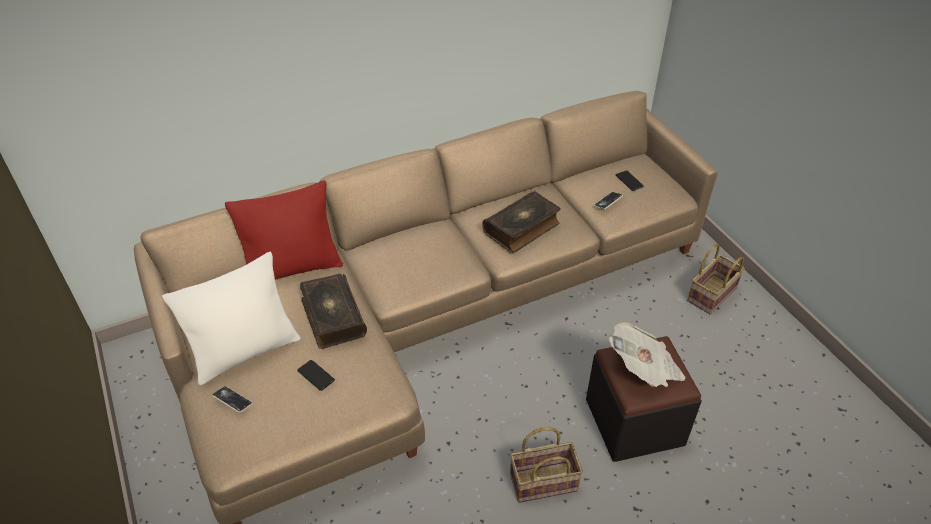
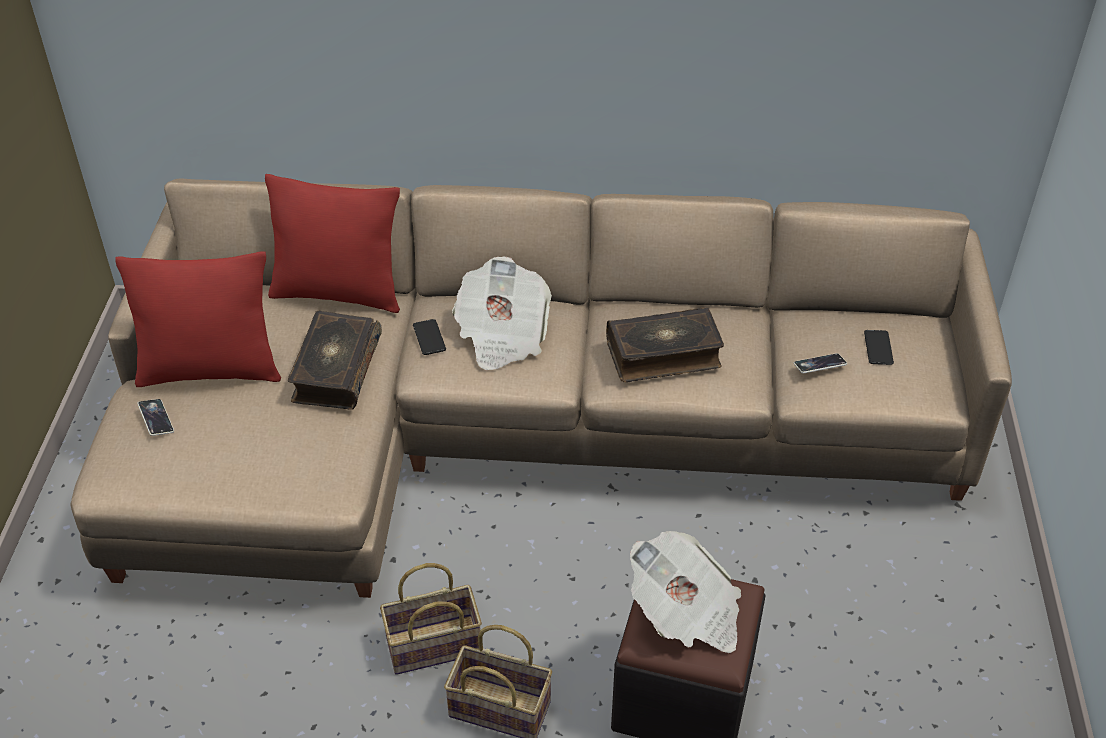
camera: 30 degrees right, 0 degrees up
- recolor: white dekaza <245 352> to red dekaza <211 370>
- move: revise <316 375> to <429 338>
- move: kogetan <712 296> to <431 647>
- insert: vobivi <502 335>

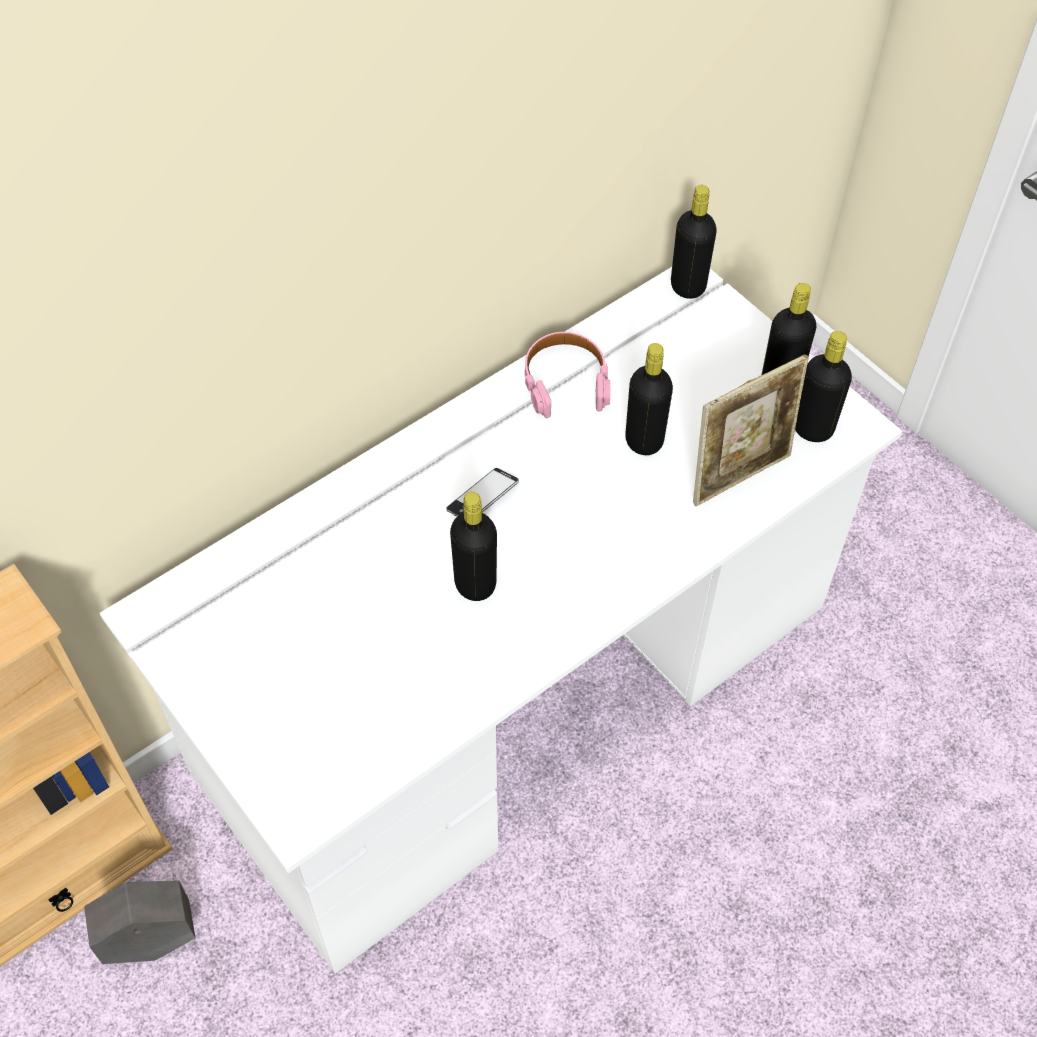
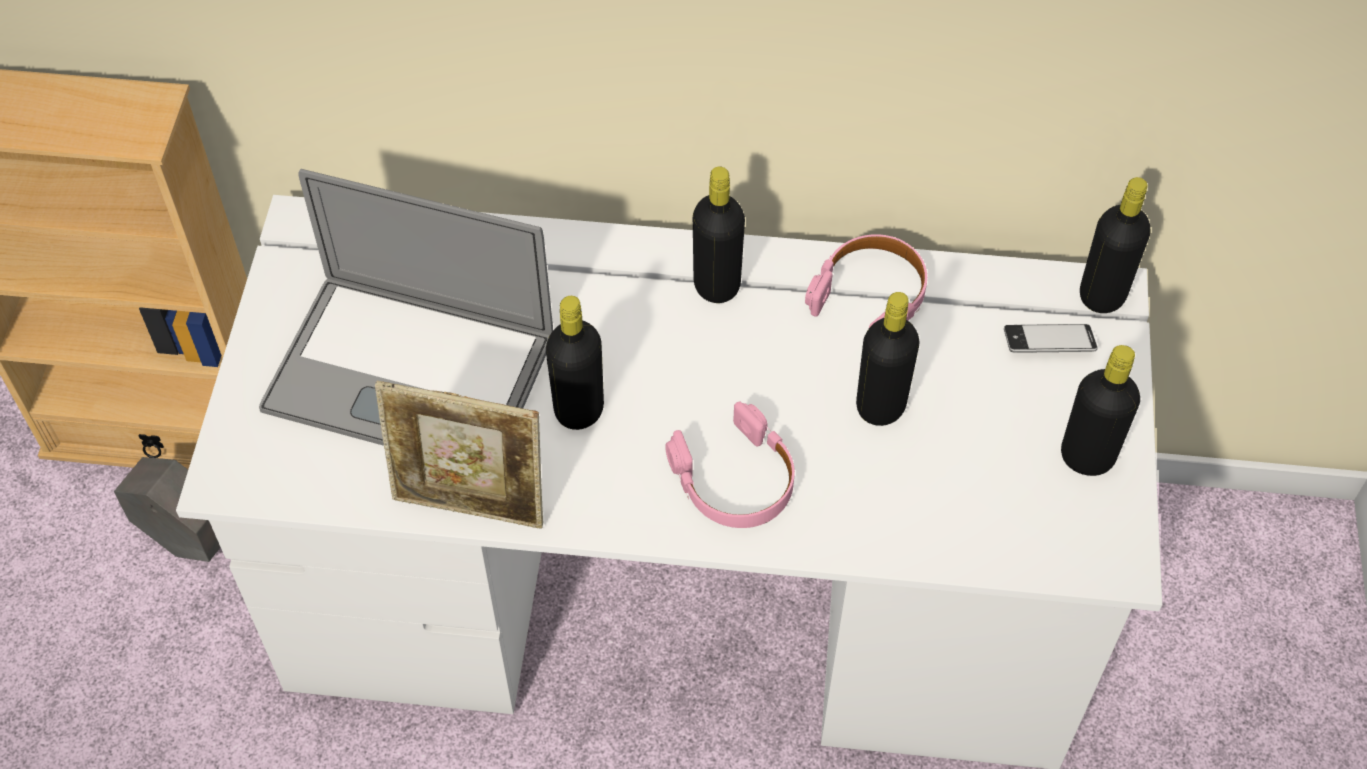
camera: 45 degrees right, 0 degrees up
- move: revise <482 499> to <1048 343>
- move: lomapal <740 475> to <471 506>
- move: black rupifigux <813 428> to <717 285>
- insert: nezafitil <409 373>
- insert: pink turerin <735 480>

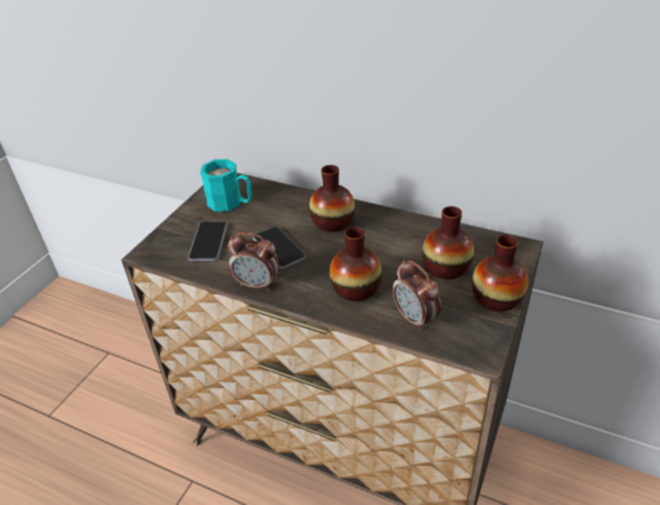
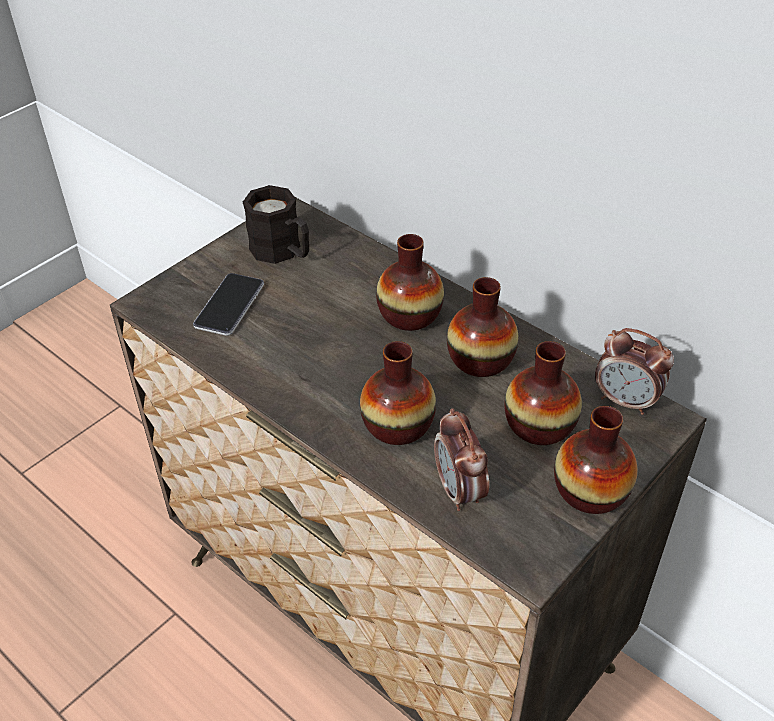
camera: 15 degrees right, 5 degrees up
- recolor: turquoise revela <231 203> to black revela <283 252>
- move: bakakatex <257 284> to <626 401>
- delete: revise <278 248>
- insert: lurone <480 360>

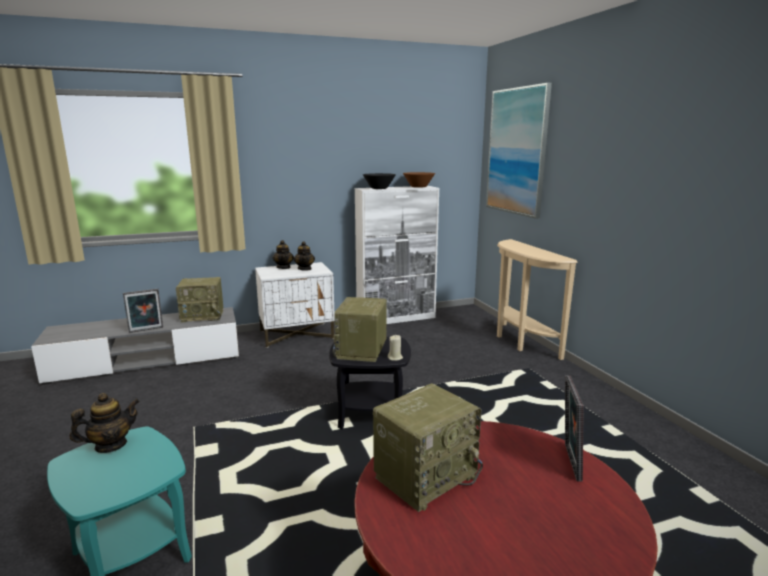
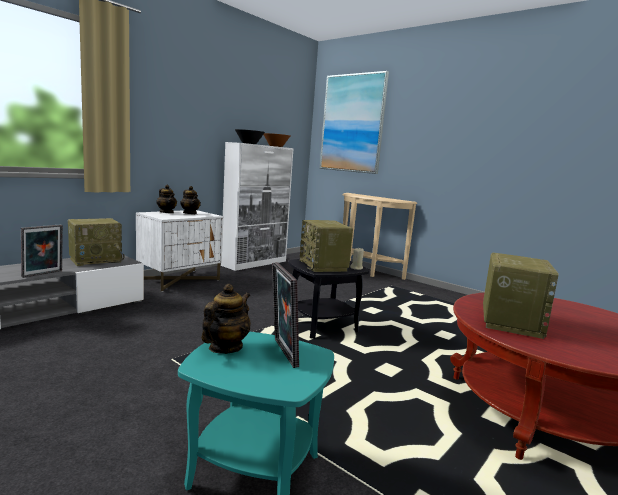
camera: 30 degrees left, 5 degrees down
- move: lomapal <569 462> to <282 353>

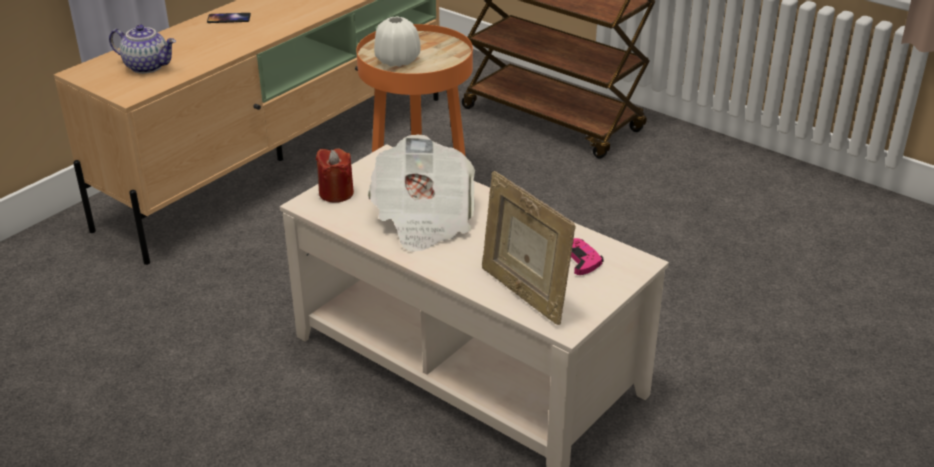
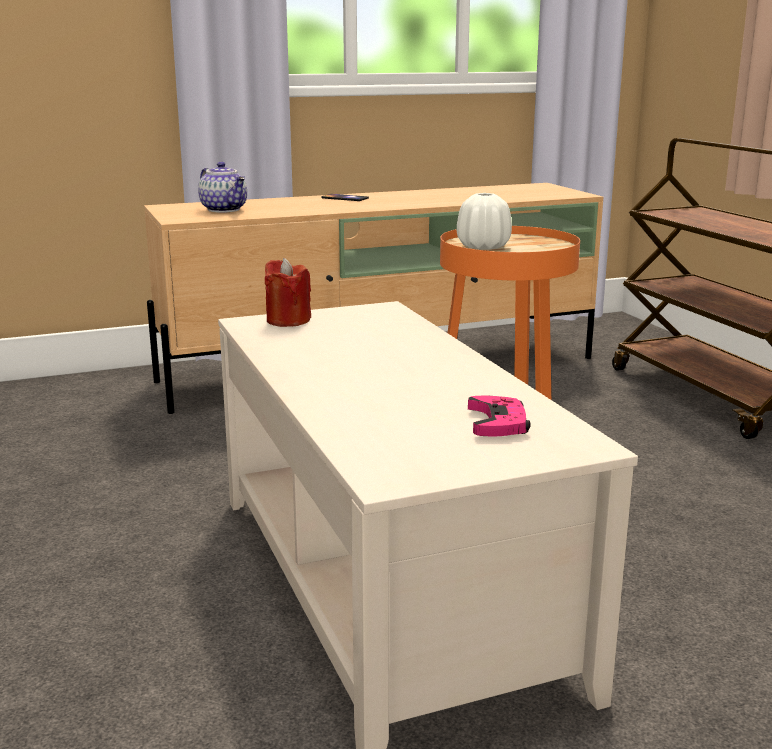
camera: 30 degrees right, 15 degrees down
- delete: vobivi <423 219>
- delete: lomapal <524 293>

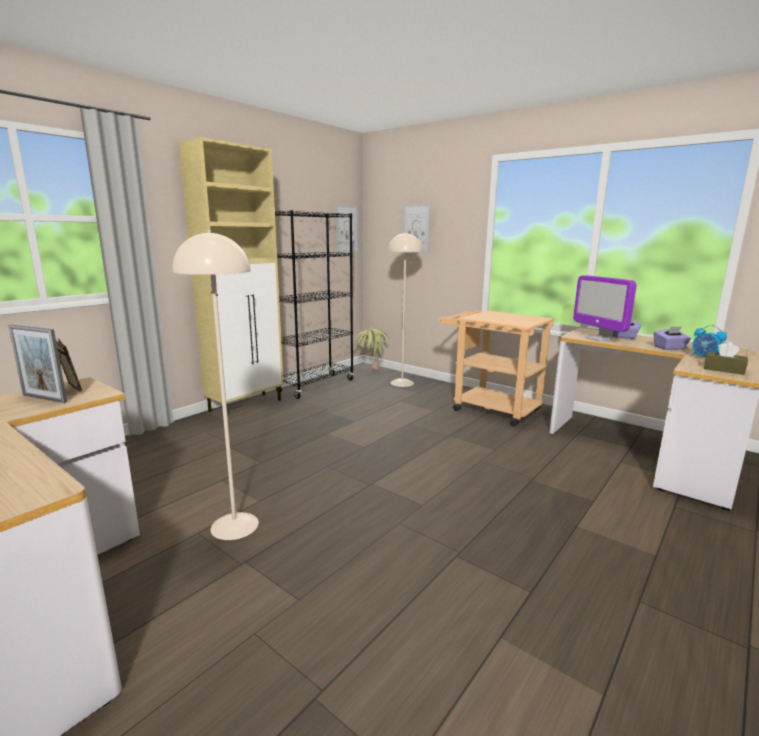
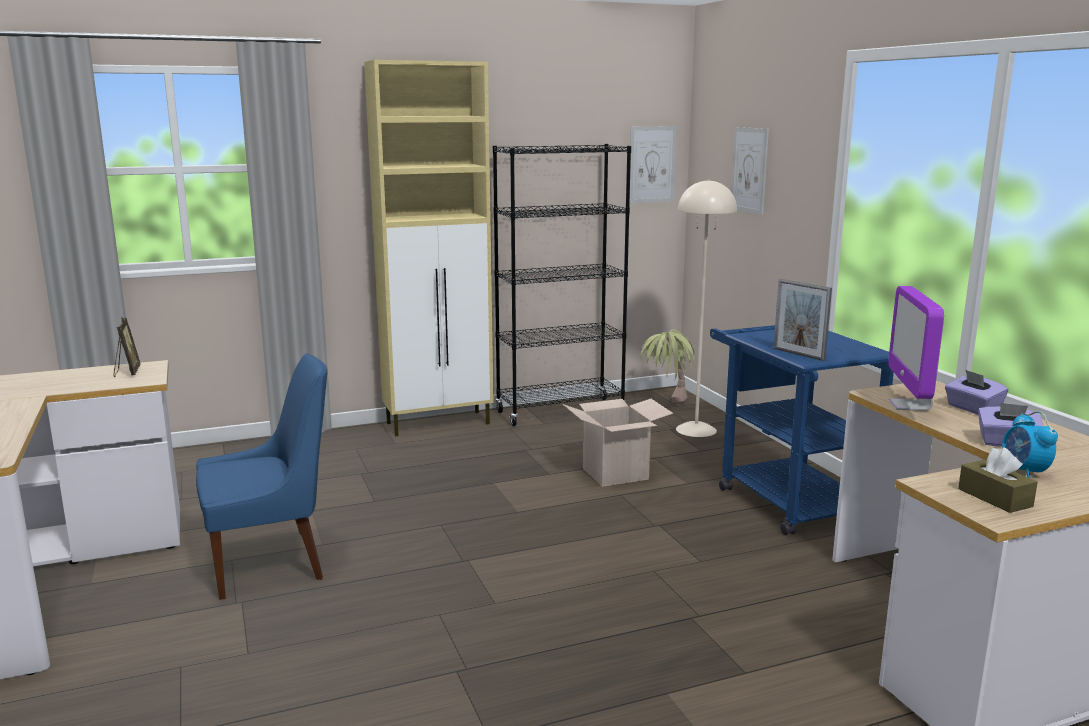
camera: 30 degrees right, 0 degrees up
- move: lomapal <44 398> to <798 354>
- replace: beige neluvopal <235 525> to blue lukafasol <272 563>
- recolor: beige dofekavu <489 408> to blue dofekavu <785 498>
- insert: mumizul <615 474>

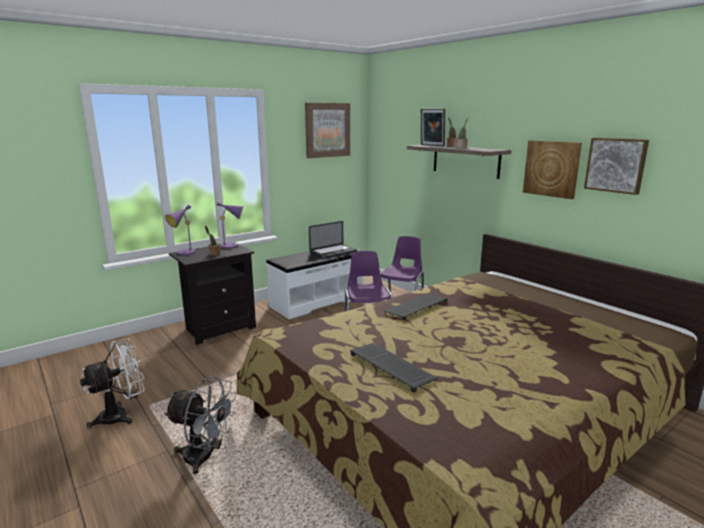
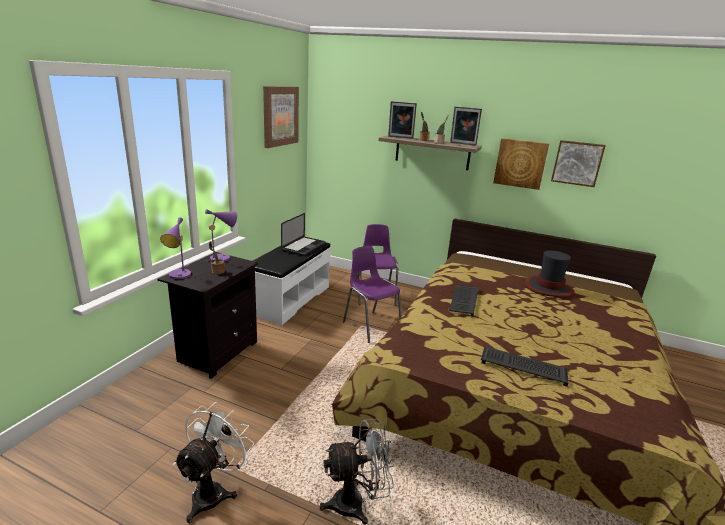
camera: 30 degrees left, 5 degrees up
- insert: lomapal <463 144>
- insert: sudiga <548 288>

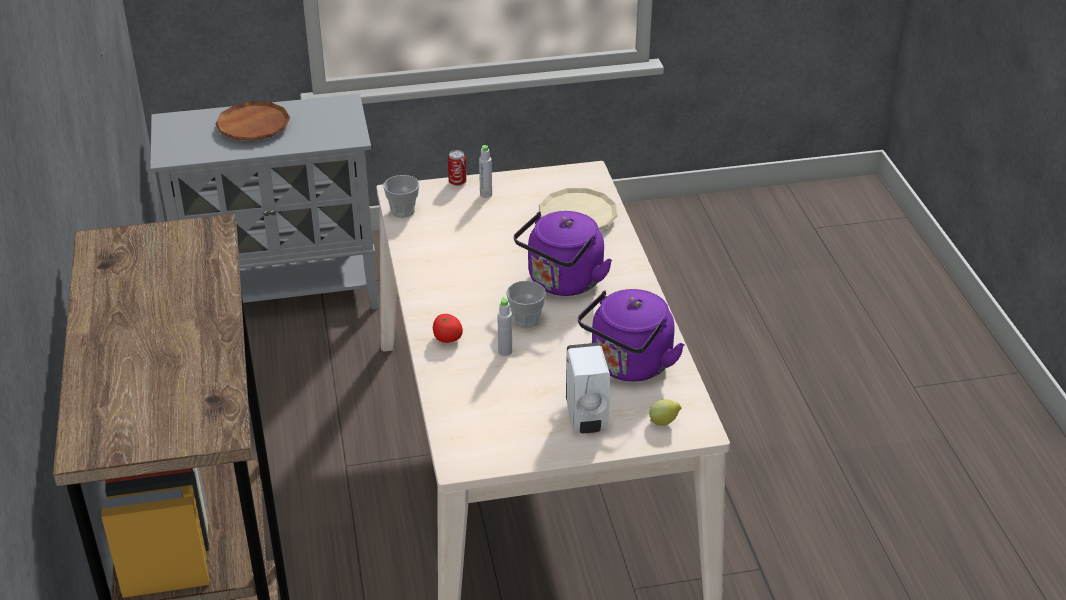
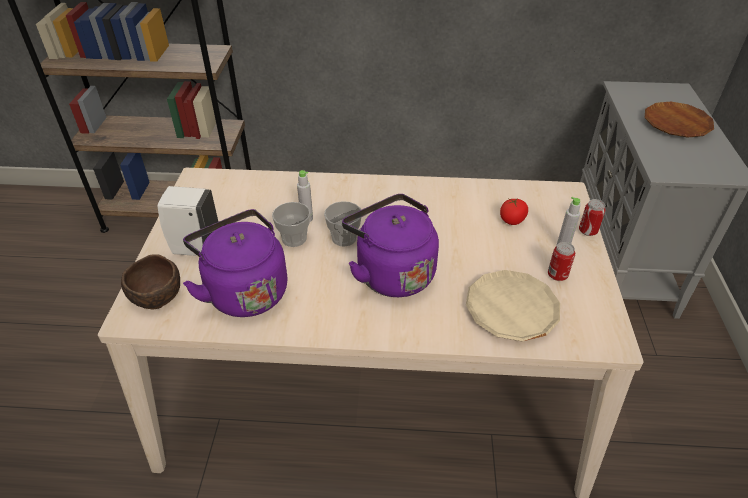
camera: 105 degrees right, 5 degrees up
- move: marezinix <403 211> to <294 238>
- move: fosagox <447 338> to <512 220>
- replace: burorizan <664 422> to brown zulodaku <156 295>
- insert: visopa <557 275>

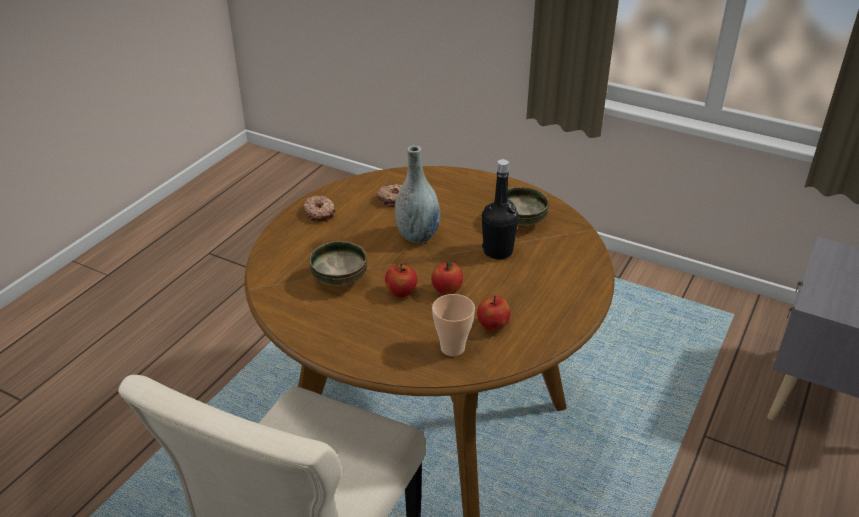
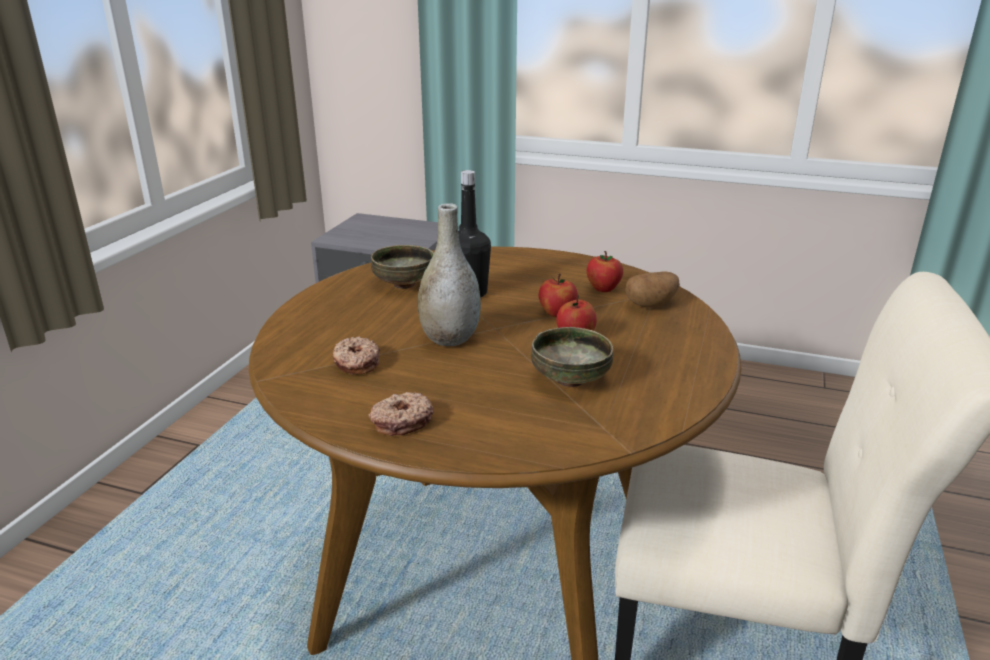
camera: 100 degrees left, 10 degrees down
- replace: marezinix <452 348> to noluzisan <651 304>

